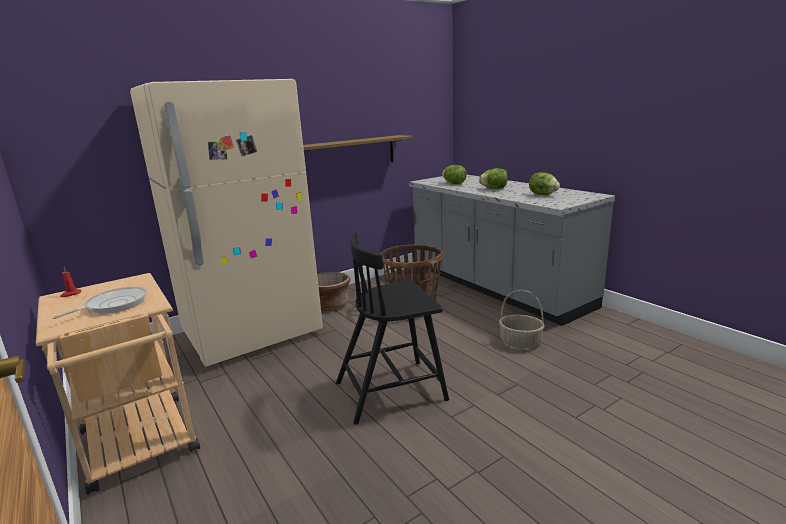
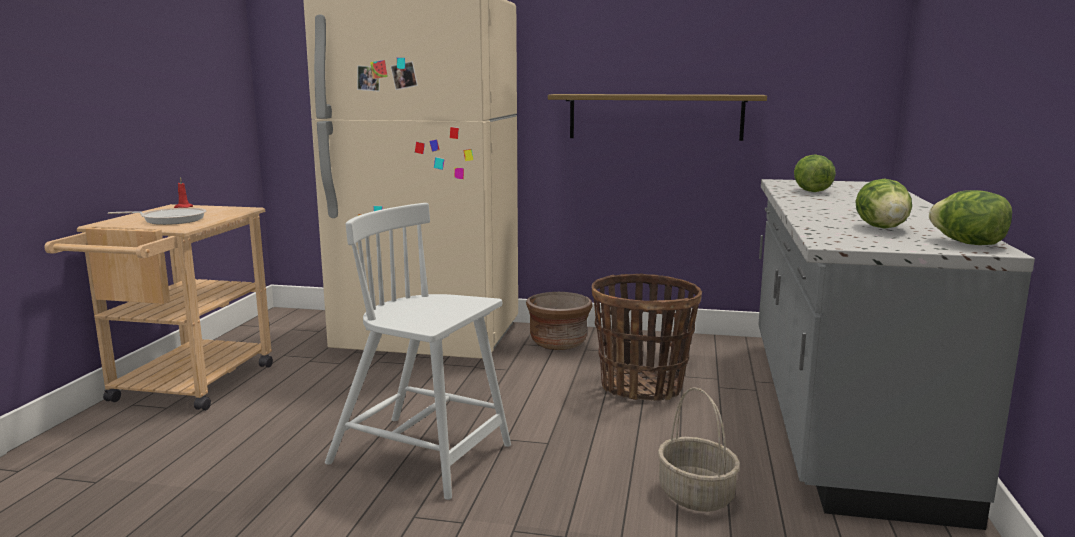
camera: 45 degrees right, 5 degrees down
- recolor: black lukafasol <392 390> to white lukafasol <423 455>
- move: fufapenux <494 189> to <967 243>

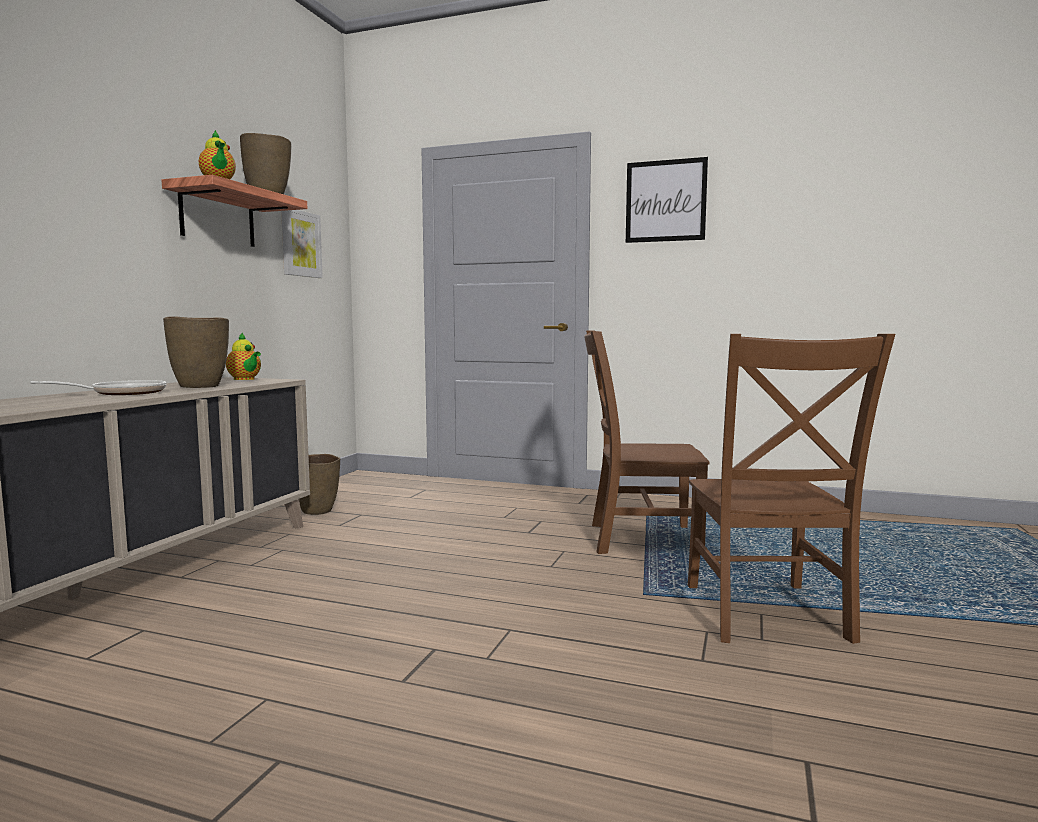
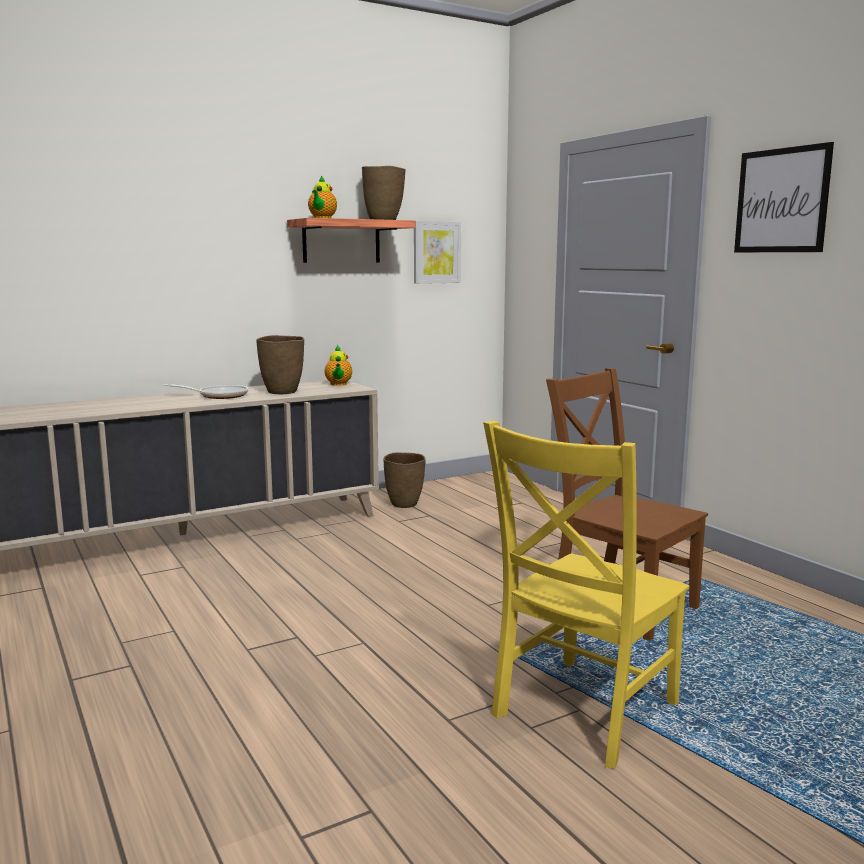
camera: 40 degrees right, 5 degrees up
- recolor: brown lukafasol <766 615> to yellow lukafasol <581 712>

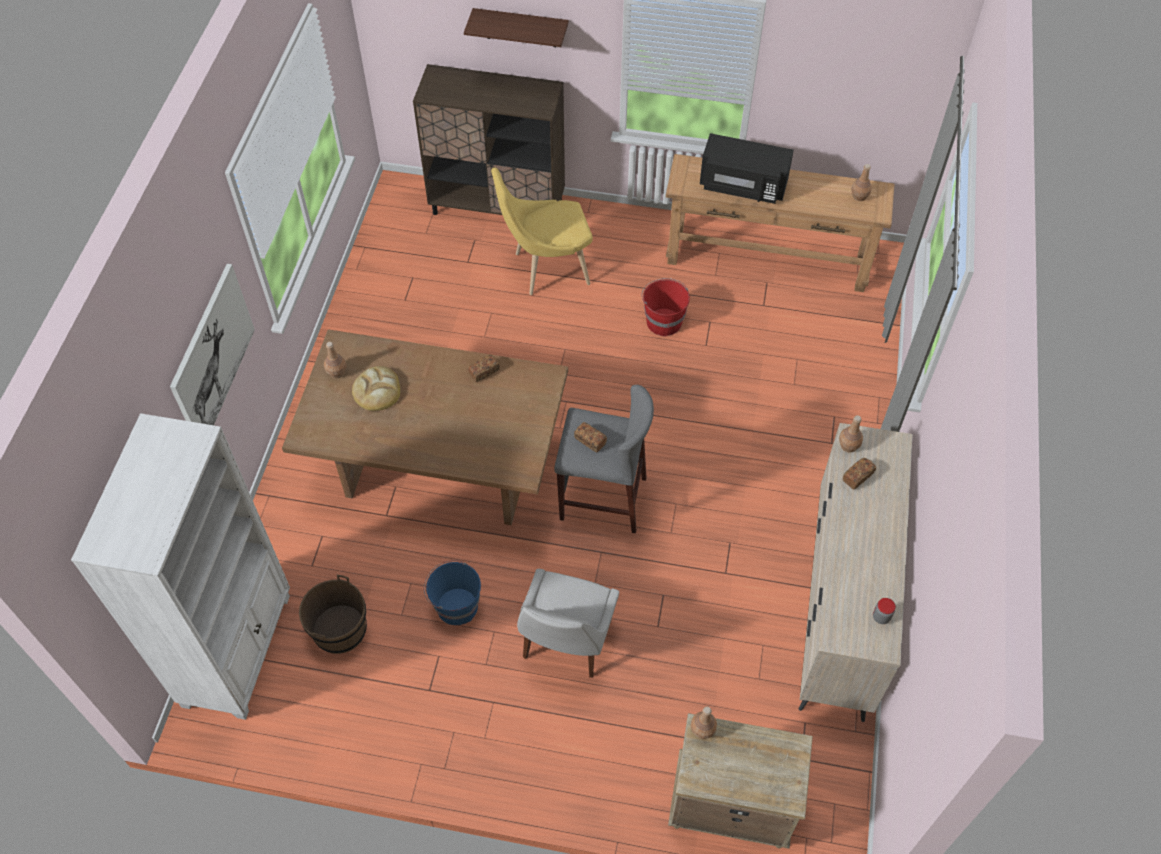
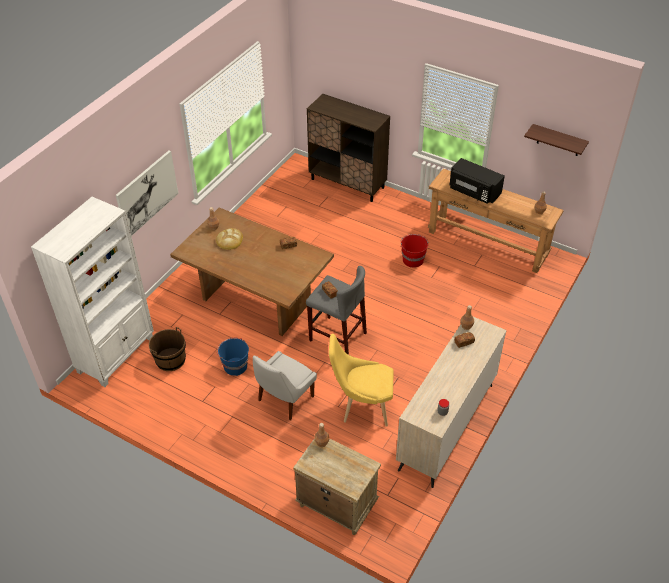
camera: 20 degrees right, 10 degrees down
- move: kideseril <521 28> to <558 140>
- move: yellow lukafasol <546 269> to <362 406>

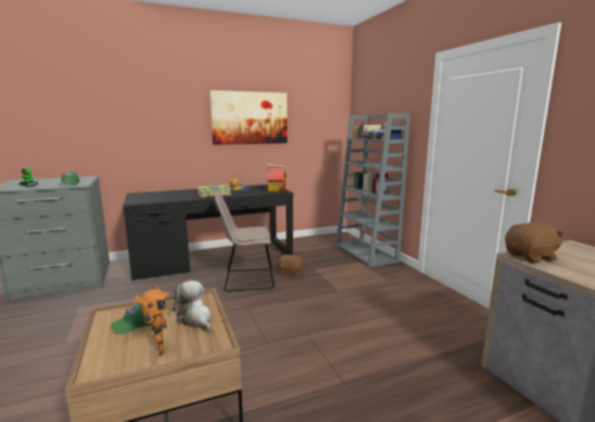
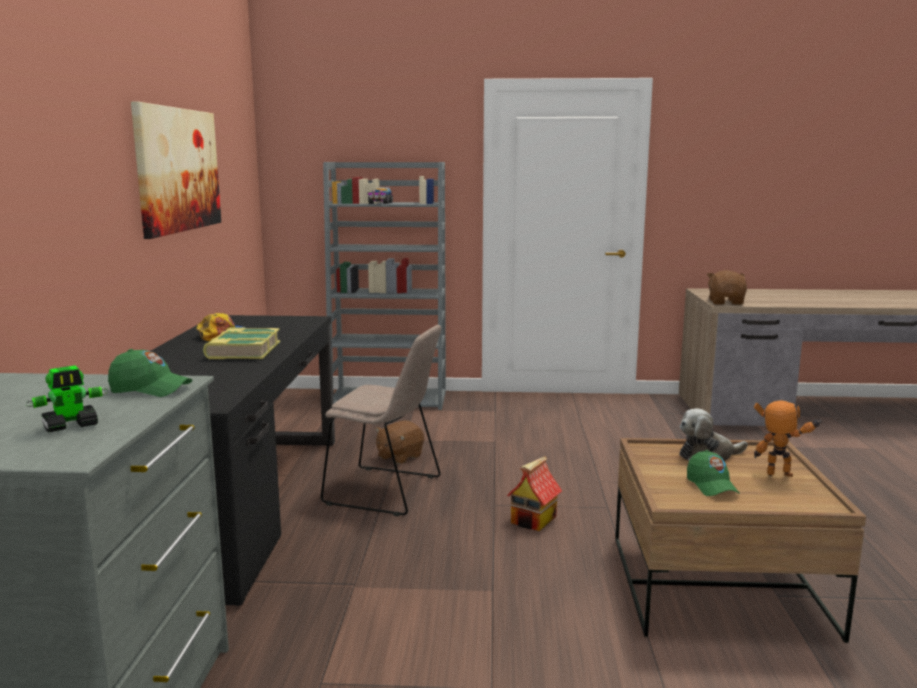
camera: 65 degrees left, 0 degrees up
- rotate: beige lukafasol <246 280> = <387 491> 90 degrees counterclockwise
- move: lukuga <276 191> to <534 520>

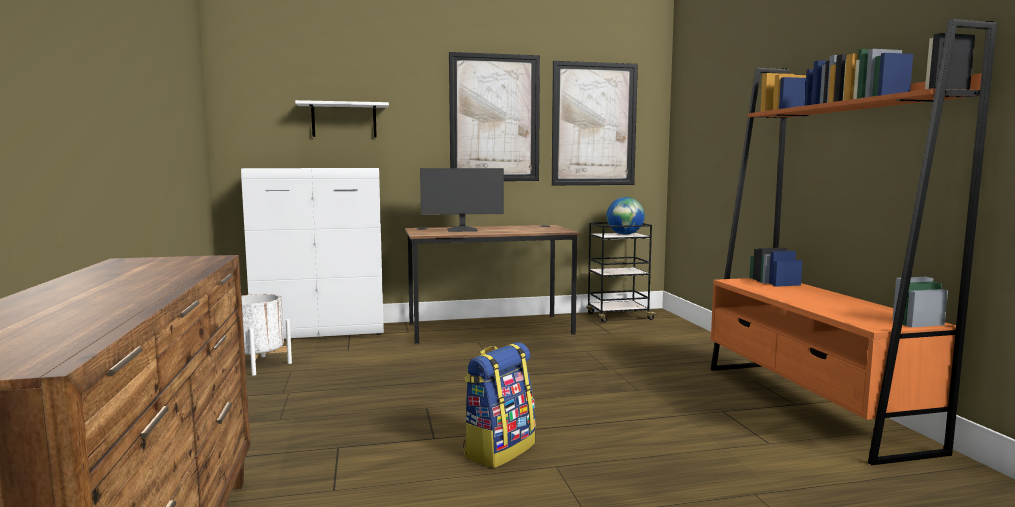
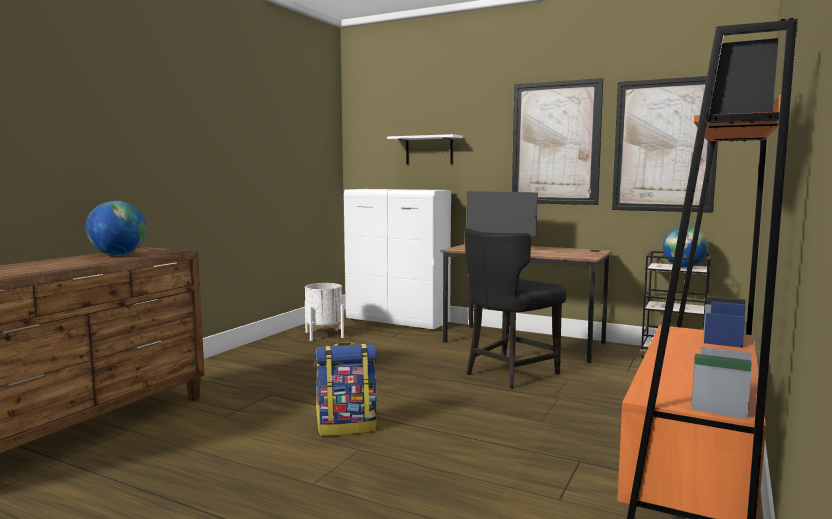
camera: 40 degrees right, 0 degrees up
- insert: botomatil <118 255>
- insert: black lukafasol <508 373>

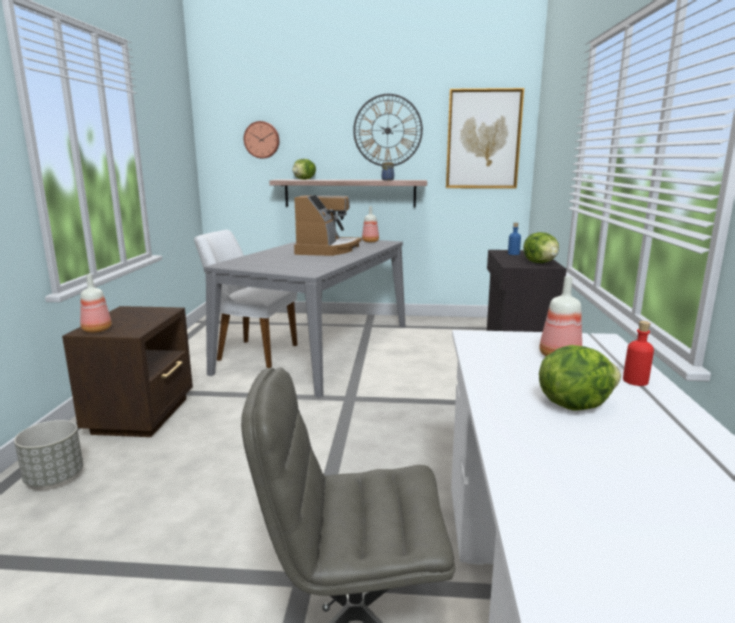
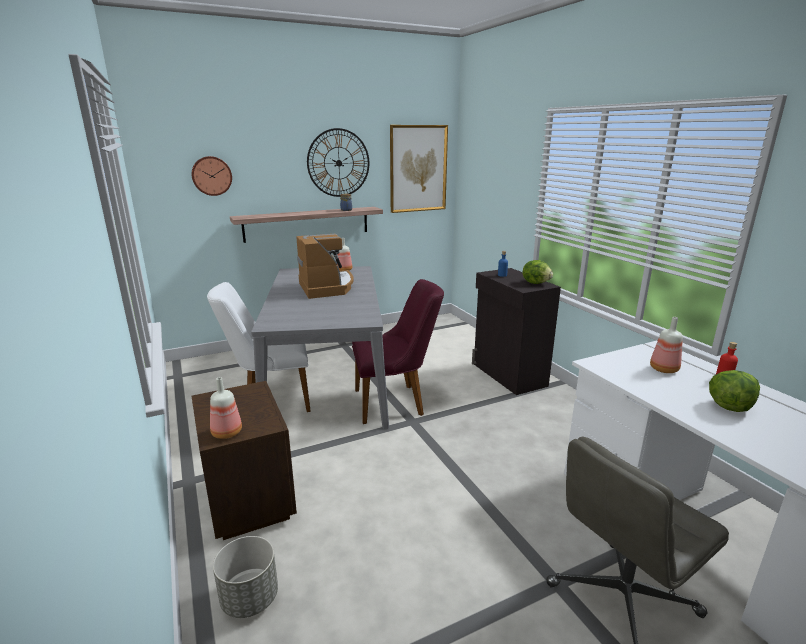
camera: 30 degrees left, 5 degrees up
- delete: fufapenux <304 179>
- insert: purple lukafasol <395 402>

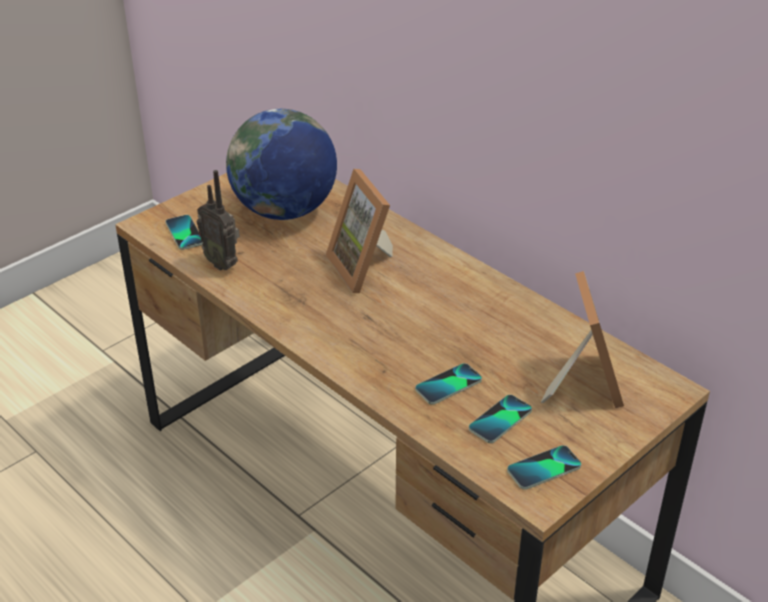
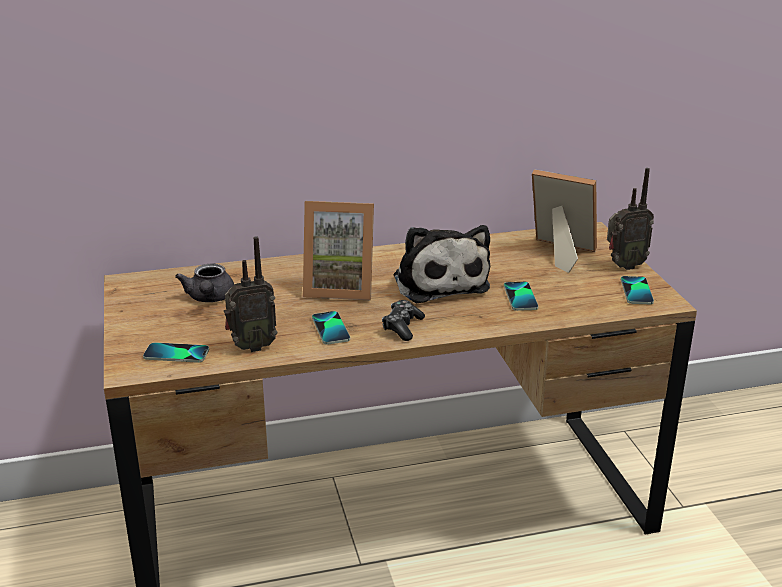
camera: 60 degrees left, 10 degrees down
- replace: botomatil <284 210> to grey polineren <209 298>
- move: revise <500 420> to <331 329>
- insert: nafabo <402 327>
- insert: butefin <439 282>
- insert: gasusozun <623 266>

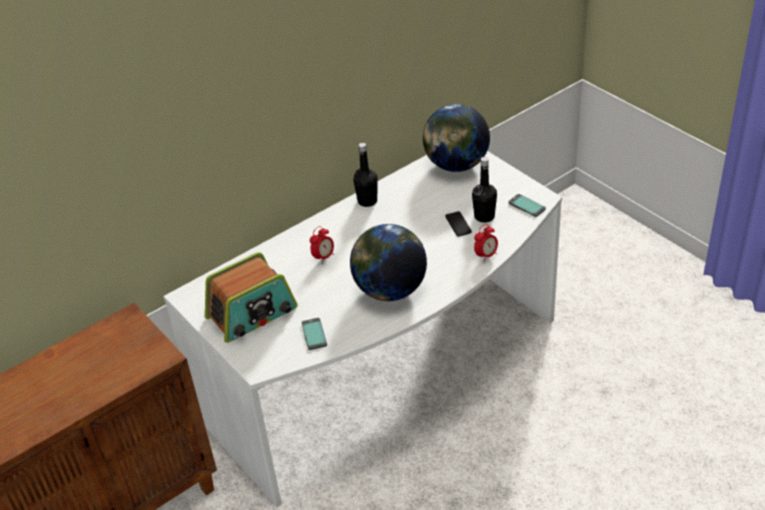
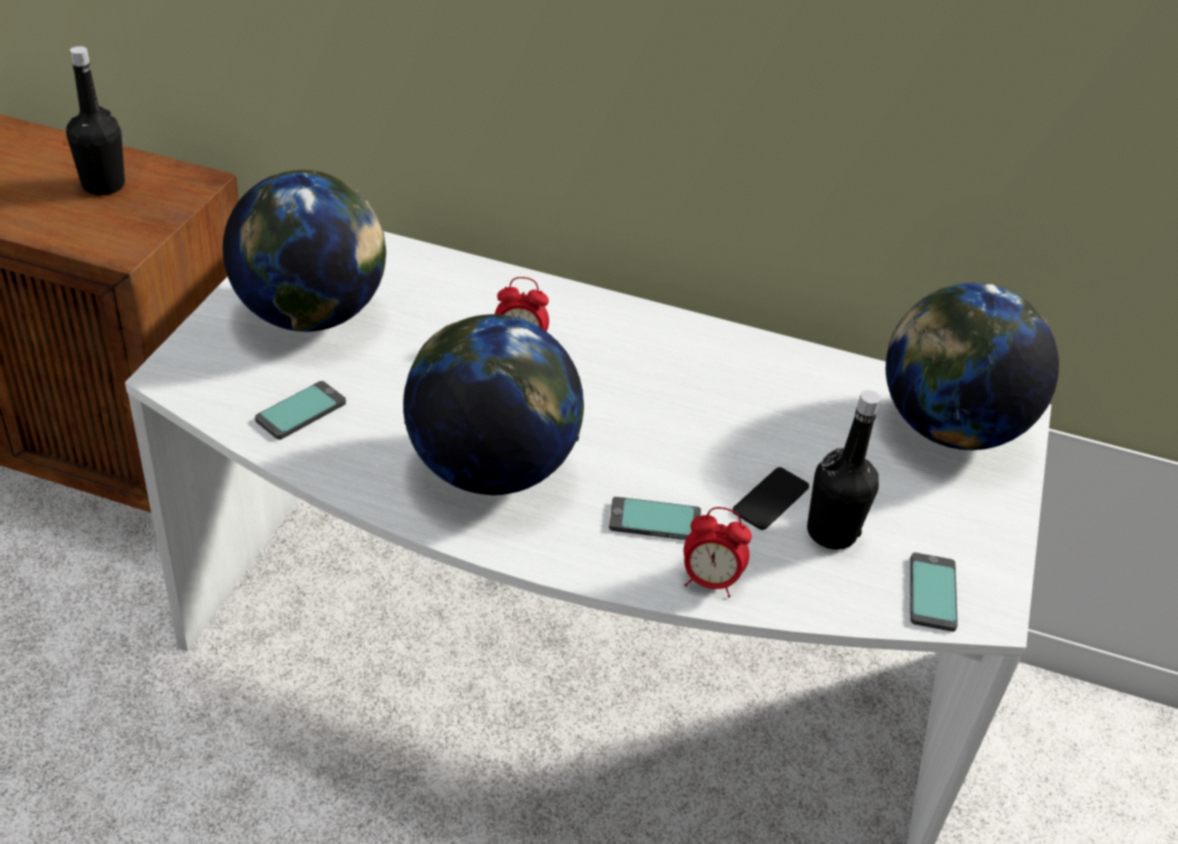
camera: 50 degrees right, 0 degrees up
- replace: gasusozun <252 313> to botomatil <310 316>
- move: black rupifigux <367 201> to <103 185>
- insert: revise <654 521>

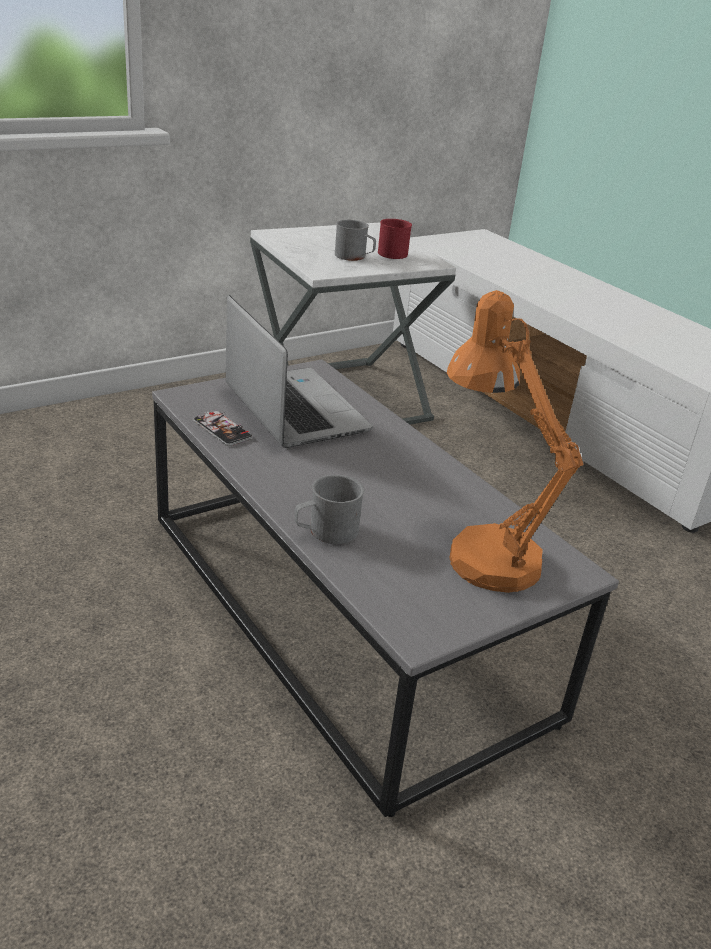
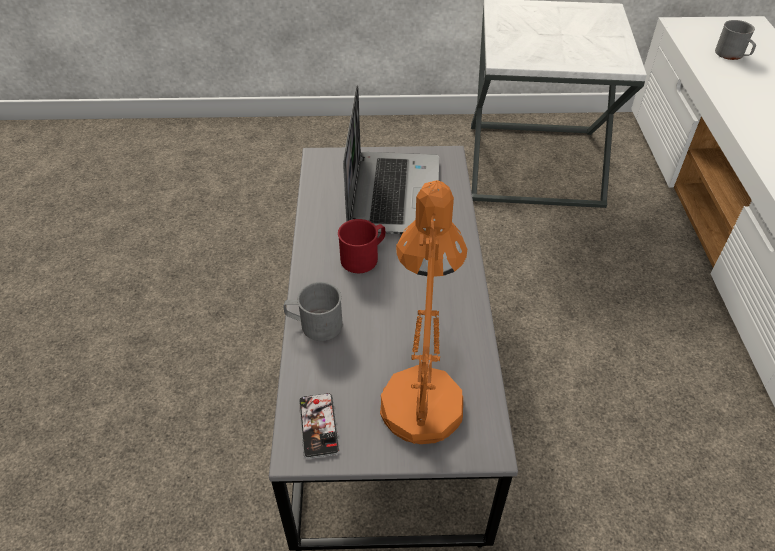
camera: 35 degrees right, 15 degrees up
- move: revise <222 430> to <318 425>
- move: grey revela <354 257> to <732 55>
- move: red revela <394 252> to <364 257>

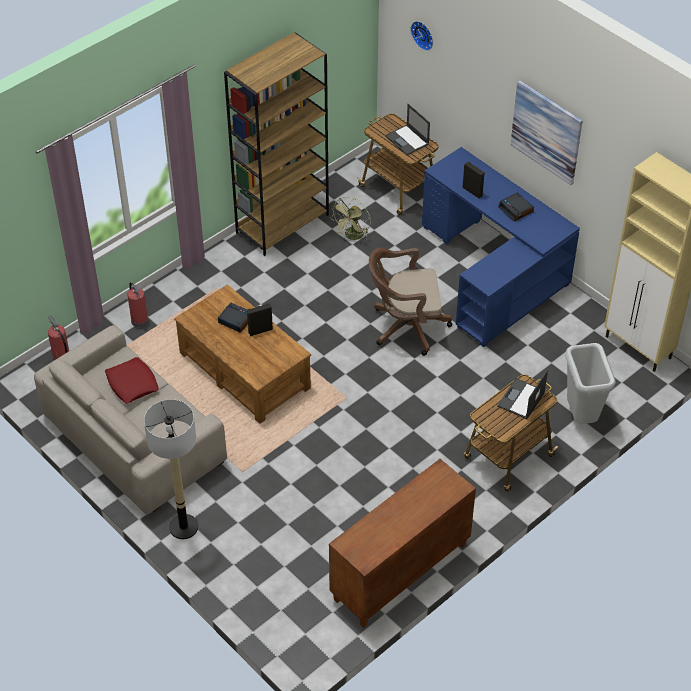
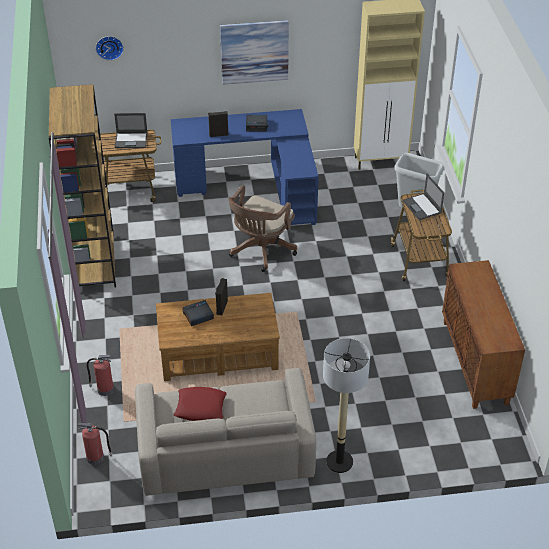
camera: 55 degrees left, 5 degrees down
- delete: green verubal <352 236>

